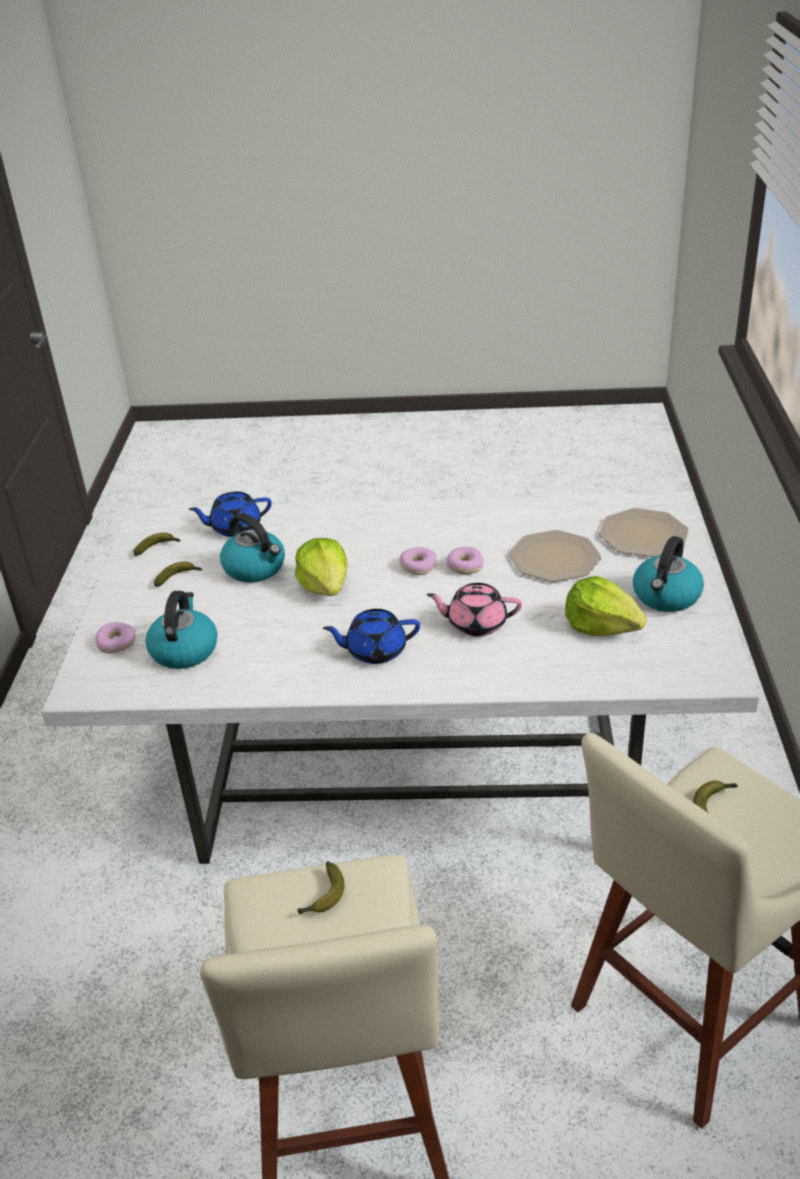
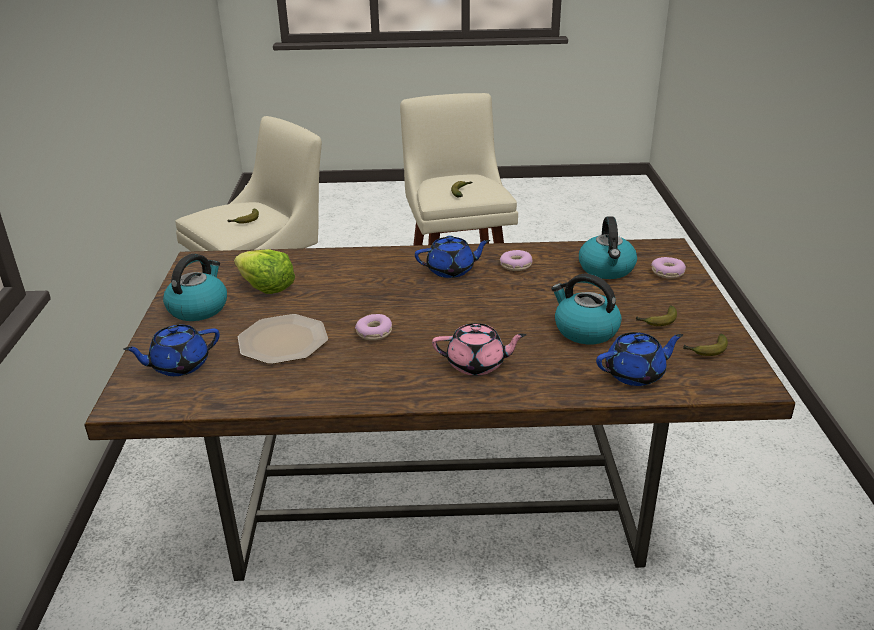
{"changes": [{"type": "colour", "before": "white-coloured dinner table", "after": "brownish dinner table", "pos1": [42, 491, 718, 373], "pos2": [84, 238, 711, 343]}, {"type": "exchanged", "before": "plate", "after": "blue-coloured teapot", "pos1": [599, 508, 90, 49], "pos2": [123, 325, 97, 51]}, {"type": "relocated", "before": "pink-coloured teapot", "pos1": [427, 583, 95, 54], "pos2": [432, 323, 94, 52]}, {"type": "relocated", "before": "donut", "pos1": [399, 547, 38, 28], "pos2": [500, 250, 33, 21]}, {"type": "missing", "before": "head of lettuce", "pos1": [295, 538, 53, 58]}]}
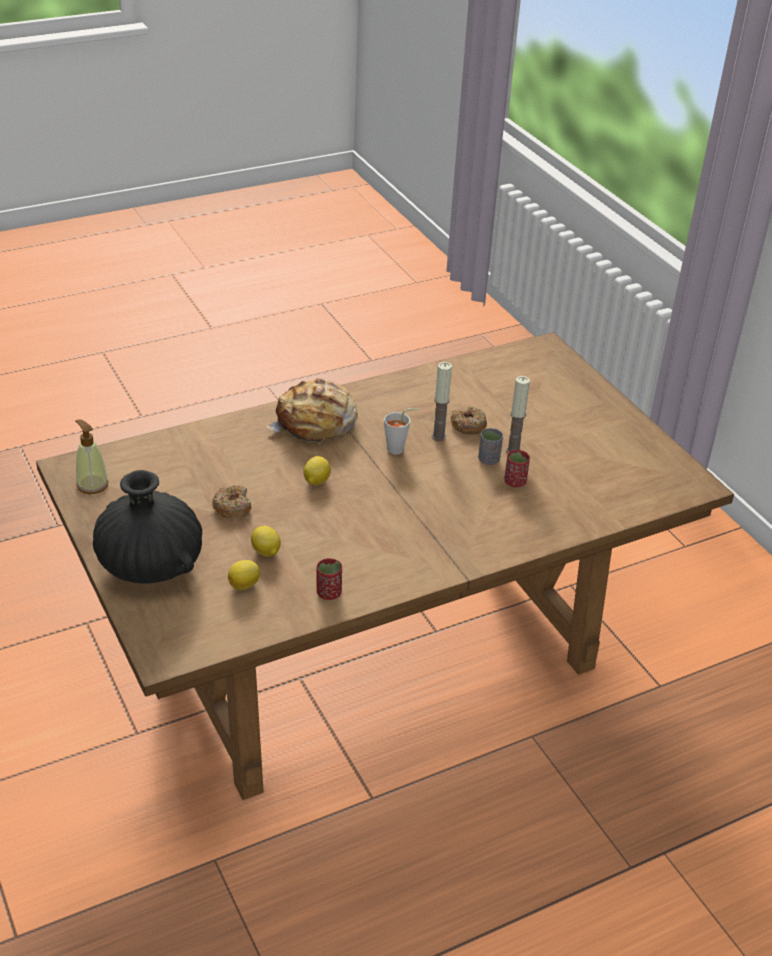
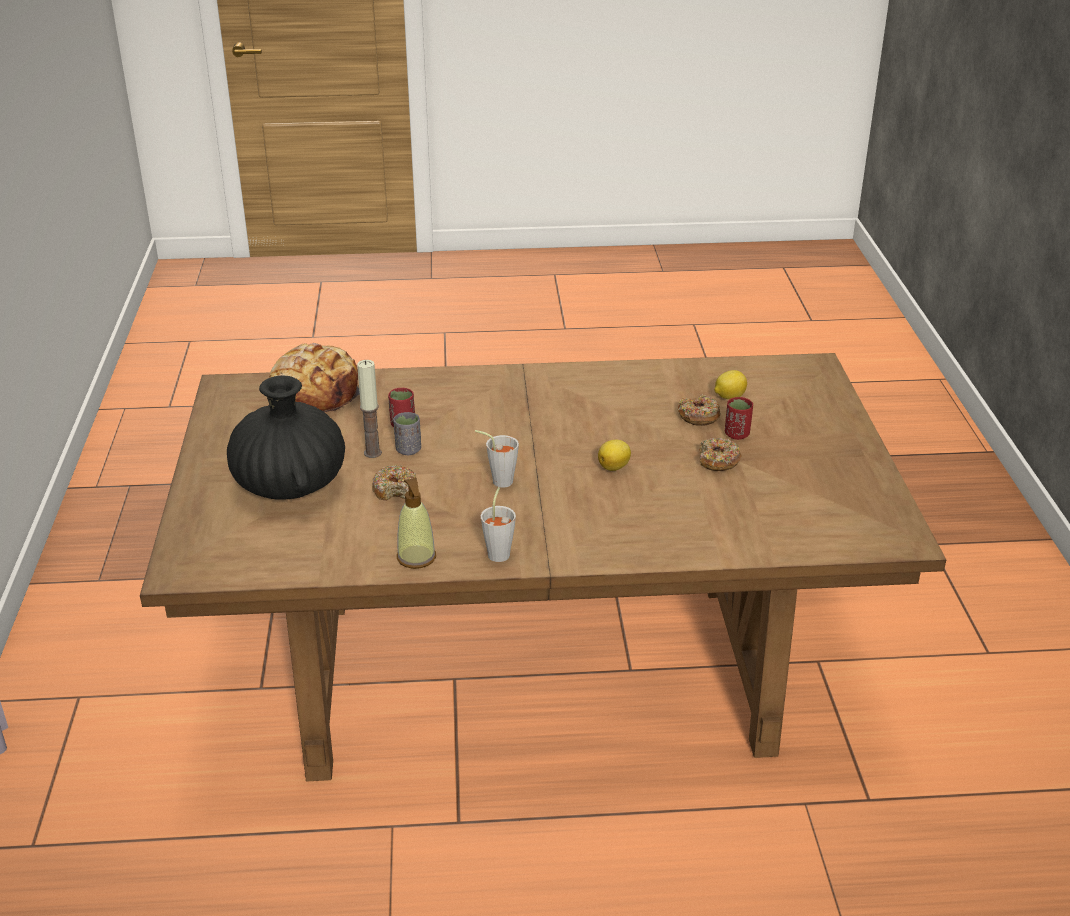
{"changes": [{"type": "relocated", "before": "black decorative vase", "pos1": [93, 470, 109, 114], "pos2": [227, 376, 118, 124]}, {"type": "relocated", "before": "bread", "pos1": [266, 378, 92, 66], "pos2": [269, 343, 91, 69]}, {"type": "relocated", "before": "liquid soap bottle", "pos1": [75, 419, 33, 75], "pos2": [397, 478, 39, 91]}, {"type": "appeared", "after": "greyish small cup", "pos2": [480, 487, 36, 75]}, {"type": "exchanged", "before": "citrus fruit", "after": "donut", "pos1": [251, 526, 30, 31], "pos2": [678, 395, 43, 31]}, {"type": "relocated", "before": "red small cup", "pos1": [316, 558, 26, 42], "pos2": [725, 397, 28, 43]}, {"type": "missing", "before": "wax candle", "pos1": [432, 362, 20, 79]}]}
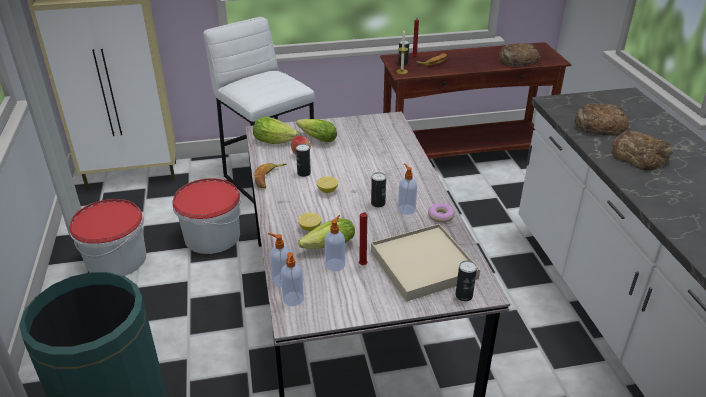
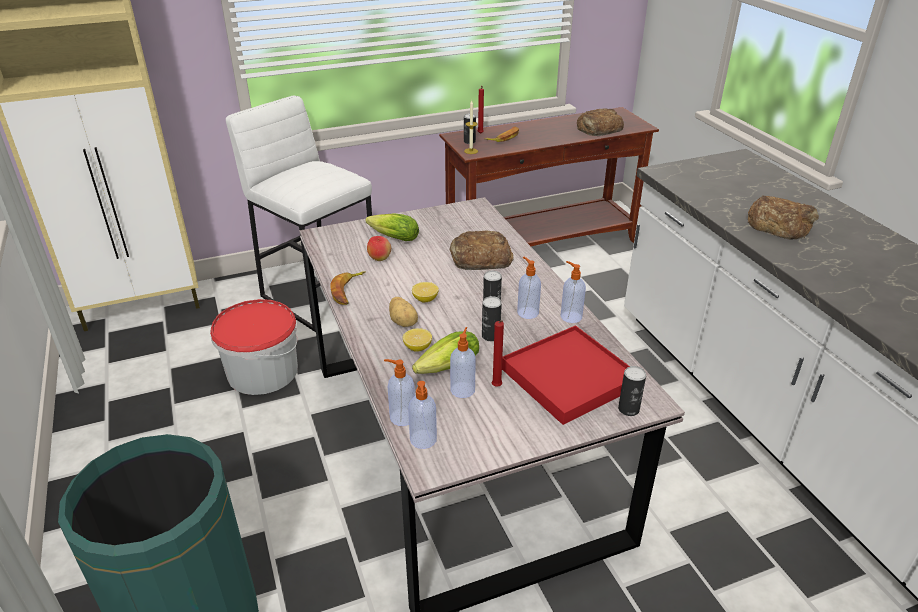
{"changes": [{"type": "appeared", "after": "whole potato", "pos2": [389, 297, 29, 30]}, {"type": "relocated", "before": "bread", "pos1": [574, 103, 57, 33], "pos2": [450, 230, 64, 40]}, {"type": "relocated", "before": "metal can", "pos1": [296, 144, 15, 33], "pos2": [482, 296, 20, 45]}, {"type": "colour", "before": "beige-coloured carrying tray", "after": "red carrying tray", "pos1": [371, 224, 109, 78], "pos2": [502, 325, 128, 100]}, {"type": "exchanged", "before": "donut", "after": "liquid soap bottle", "pos1": [428, 203, 27, 20], "pos2": [561, 261, 25, 62]}, {"type": "missing", "before": "pail", "pos1": [69, 199, 77, 77]}, {"type": "missing", "before": "head of lettuce", "pos1": [253, 117, 46, 27]}]}
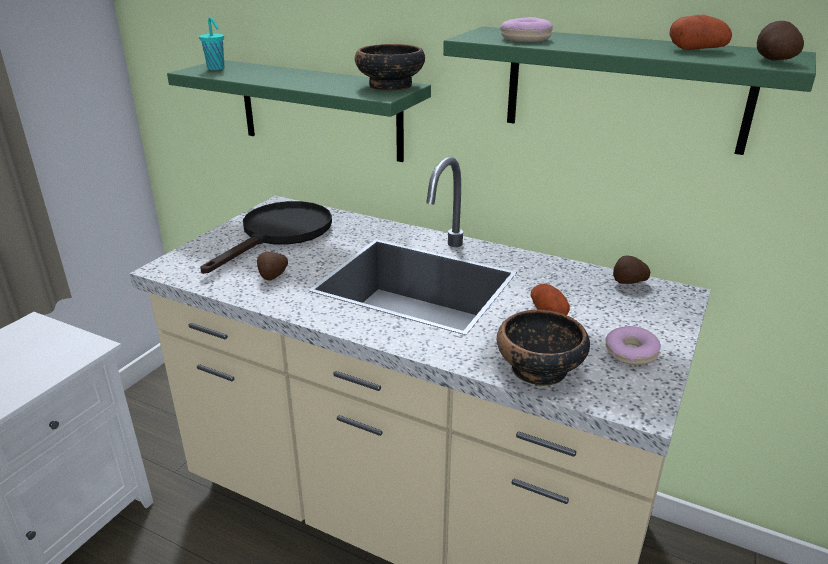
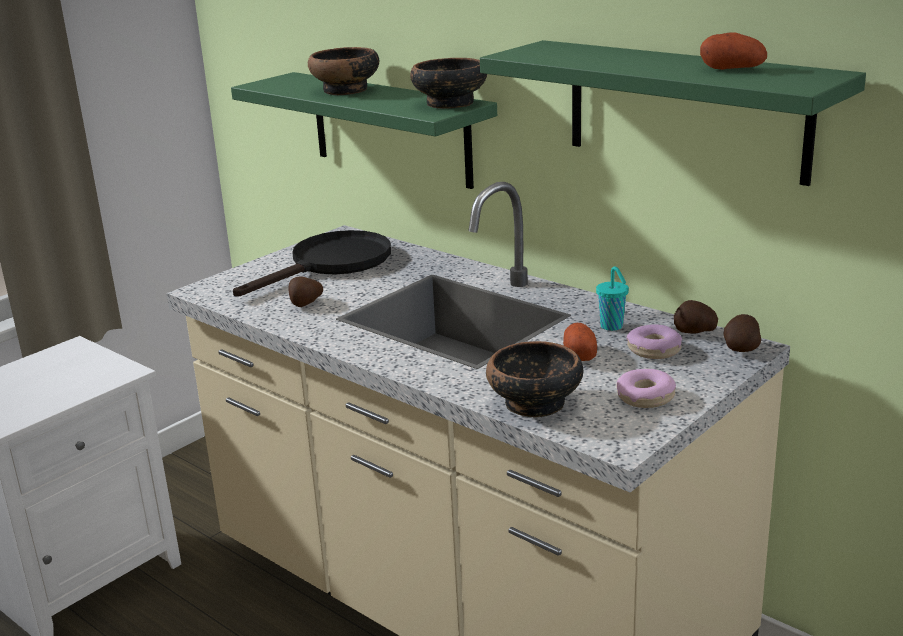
{"changes": [{"type": "appeared", "after": "bowl", "pos2": [308, 47, 71, 48]}, {"type": "relocated", "before": "turquoise small cup", "pos1": [199, 17, 25, 53], "pos2": [596, 266, 33, 65]}, {"type": "relocated", "before": "donut", "pos1": [500, 17, 53, 25], "pos2": [626, 324, 56, 35]}, {"type": "relocated", "before": "whole potato", "pos1": [757, 21, 47, 40], "pos2": [723, 314, 38, 38]}]}
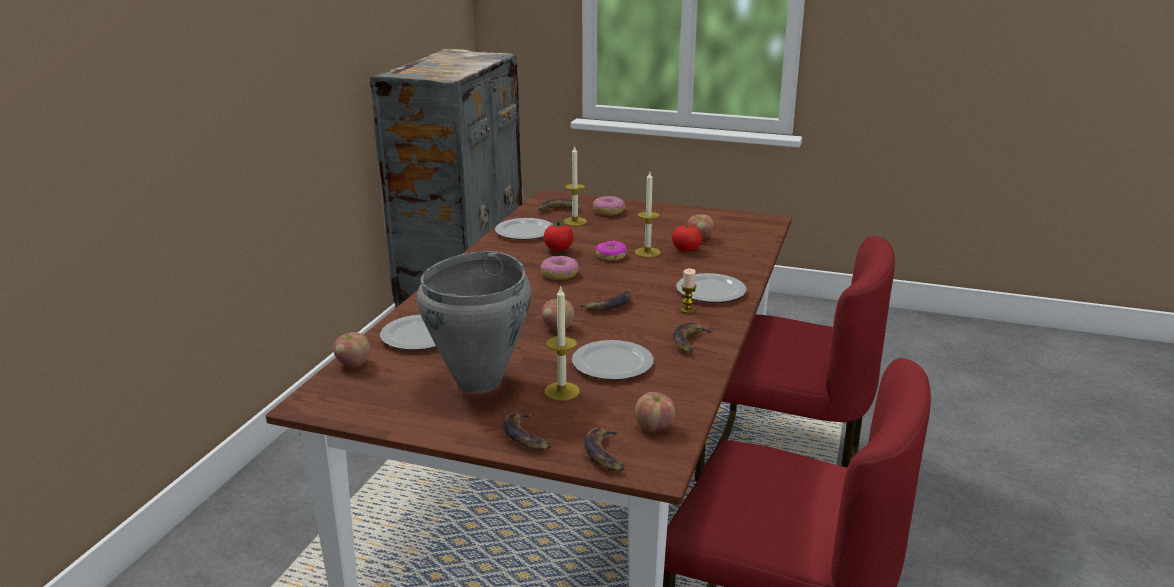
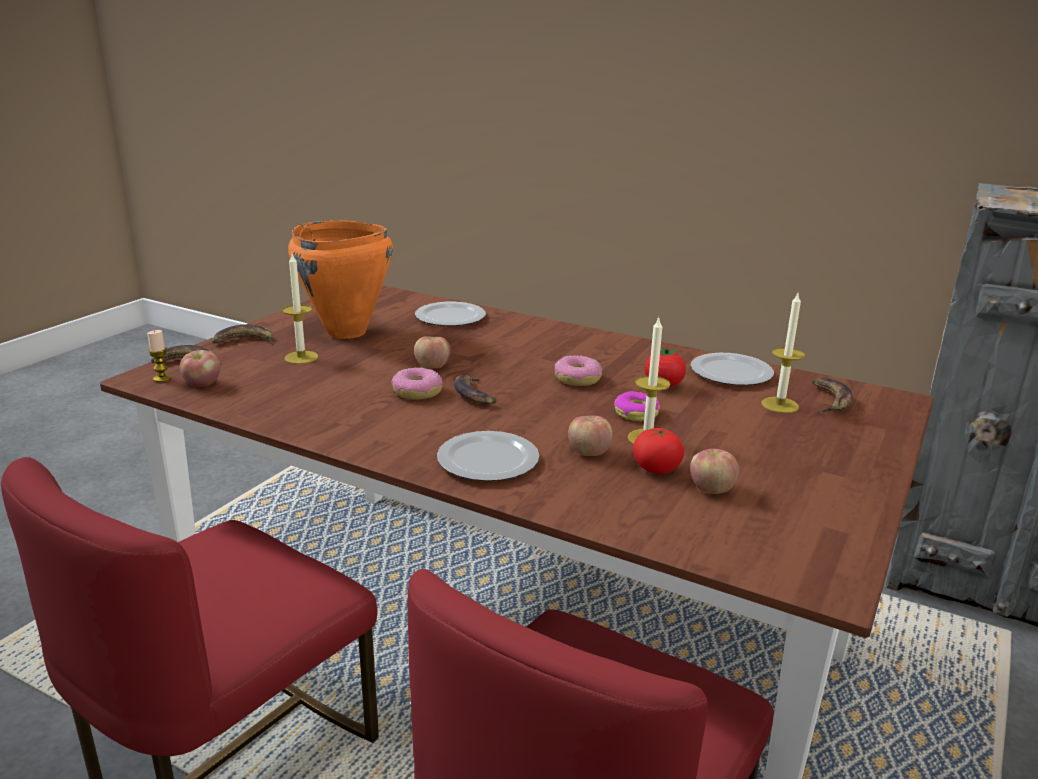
{"changes": [{"type": "relocated", "before": "wax candle", "pos1": [681, 268, 15, 46], "pos2": [147, 330, 24, 52]}, {"type": "colour", "before": "greyish saucepot", "after": "orangey saucepot", "pos1": [416, 251, 115, 142], "pos2": [288, 220, 105, 119]}, {"type": "relocated", "before": "donut", "pos1": [593, 196, 32, 19], "pos2": [391, 367, 51, 33]}, {"type": "relocated", "before": "whole apple", "pos1": [333, 332, 37, 35], "pos2": [568, 415, 45, 41]}, {"type": "missing", "before": "plate", "pos1": [572, 340, 82, 40]}, {"type": "missing", "before": "whole banana", "pos1": [673, 322, 42, 31]}]}
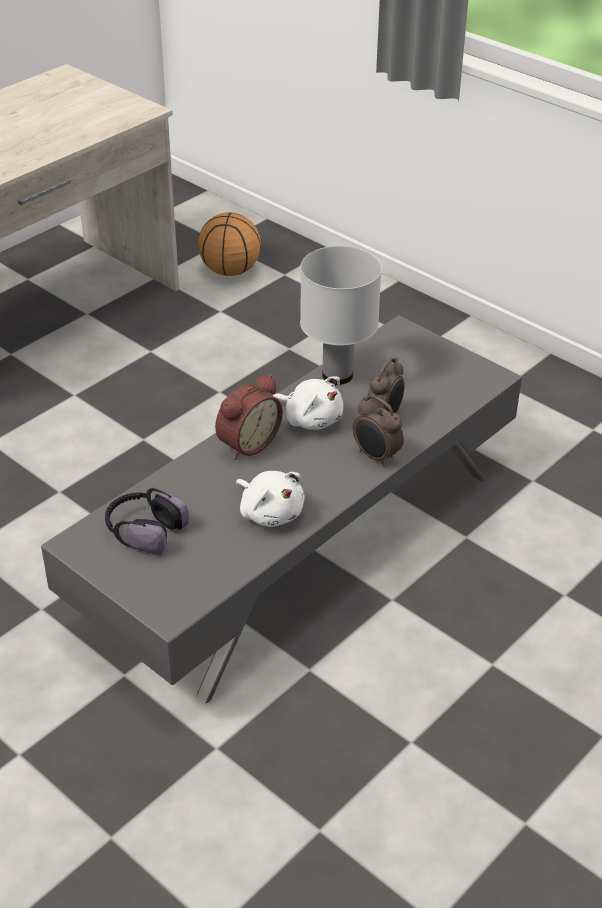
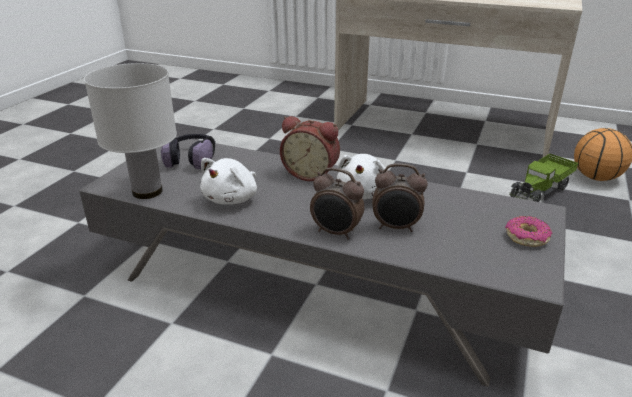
{"changes": [{"type": "relocated", "before": "white-coloured table lamp", "pos1": [300, 246, 82, 139], "pos2": [84, 63, 93, 136]}, {"type": "spun", "before": "table clock", "pos1": [353, 395, 51, 72], "pos2": [310, 167, 54, 73], "turn": -90}, {"type": "appeared", "after": "donut", "pos2": [505, 216, 47, 31]}, {"type": "appeared", "after": "toy lorry", "pos2": [509, 154, 69, 48]}]}
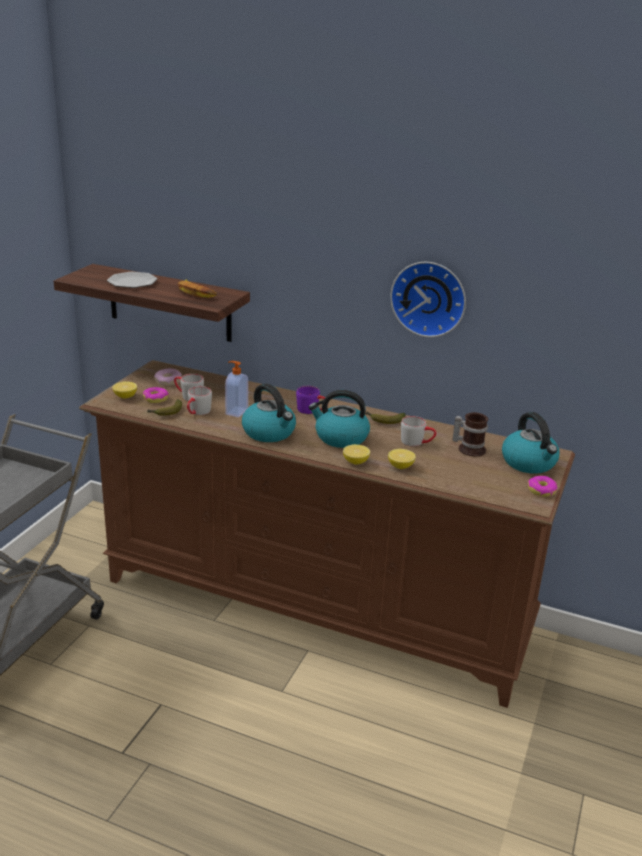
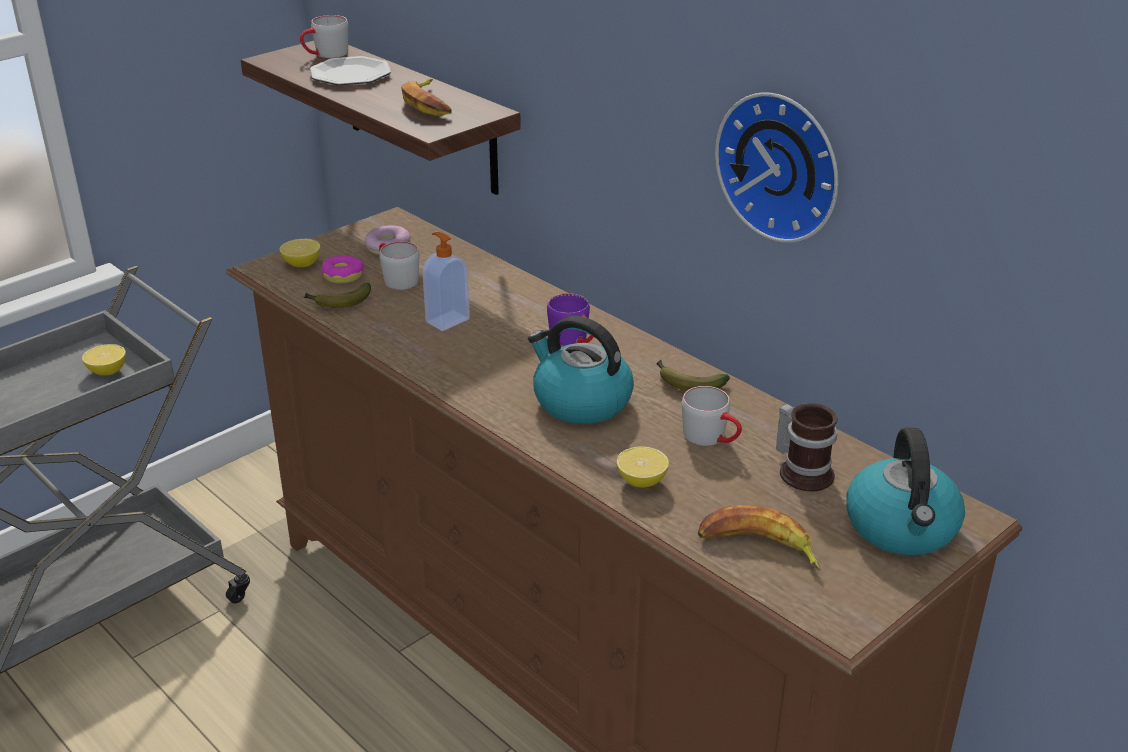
{"changes": [{"type": "relocated", "before": "citrus fruit", "pos1": [343, 444, 27, 21], "pos2": [82, 344, 44, 31]}, {"type": "relocated", "before": "greyish tea mug", "pos1": [187, 386, 25, 29], "pos2": [300, 15, 48, 43]}, {"type": "appeared", "after": "whole banana", "pos2": [698, 505, 123, 66]}, {"type": "missing", "before": "kettle", "pos1": [242, 383, 54, 59]}, {"type": "missing", "before": "donut", "pos1": [528, 476, 30, 21]}]}
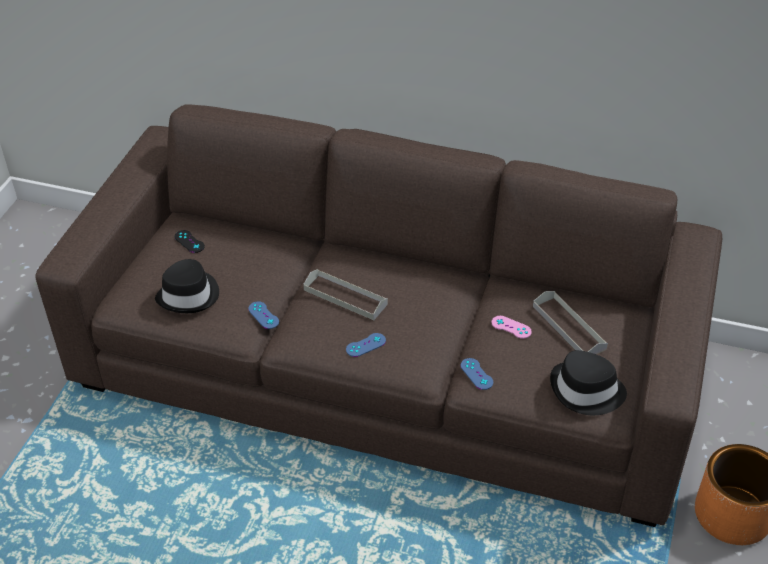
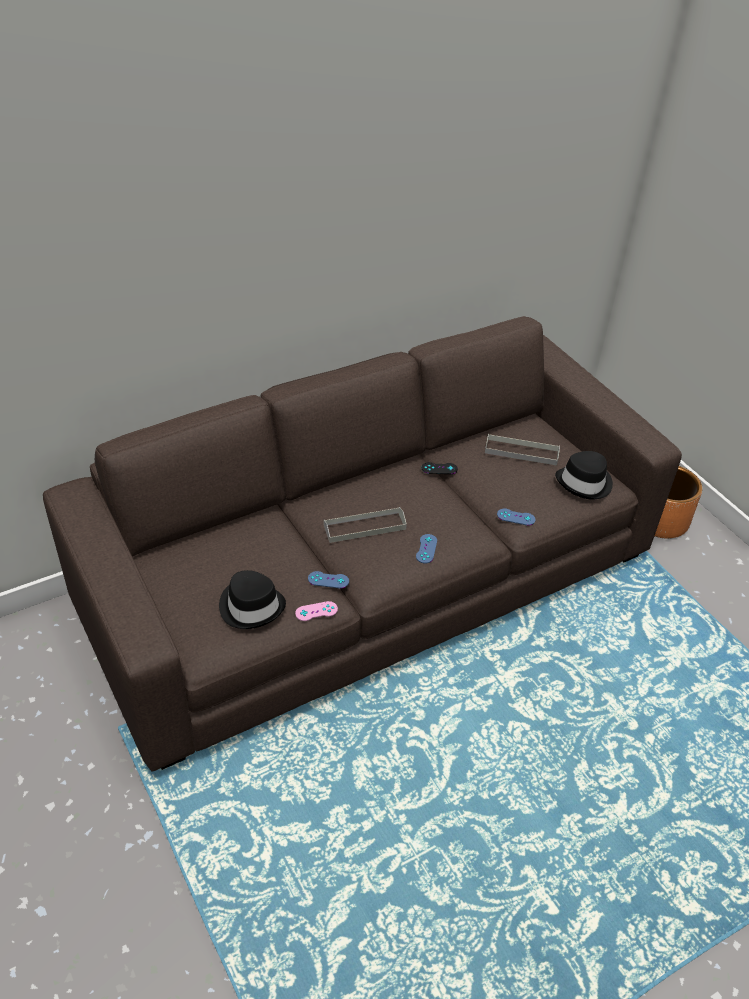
{"changes": [{"type": "relocated", "before": "pink-coloured gamepad", "pos1": [491, 316, 41, 23], "pos2": [295, 601, 43, 20]}, {"type": "relocated", "before": "black gamepad", "pos1": [175, 230, 30, 23], "pos2": [421, 462, 37, 12]}]}
